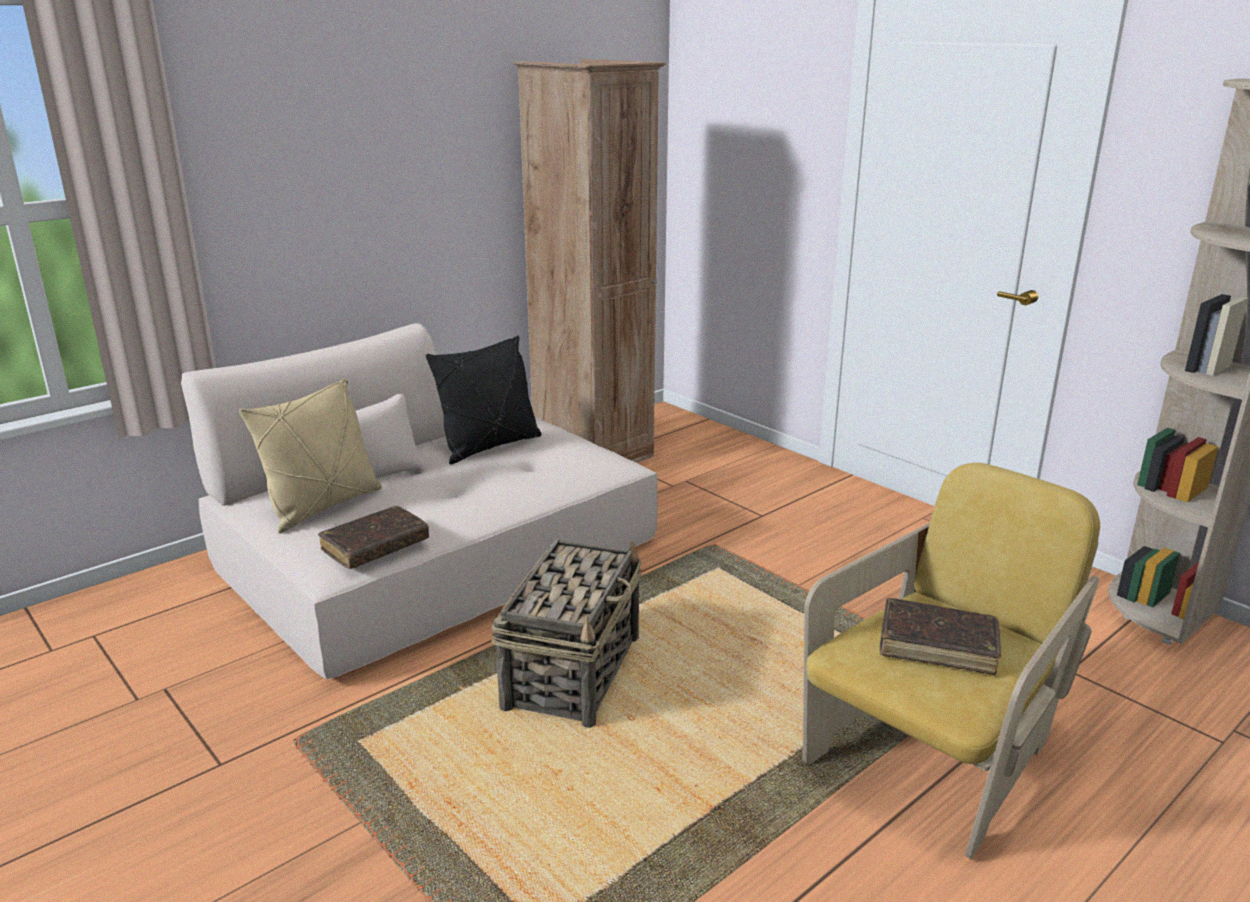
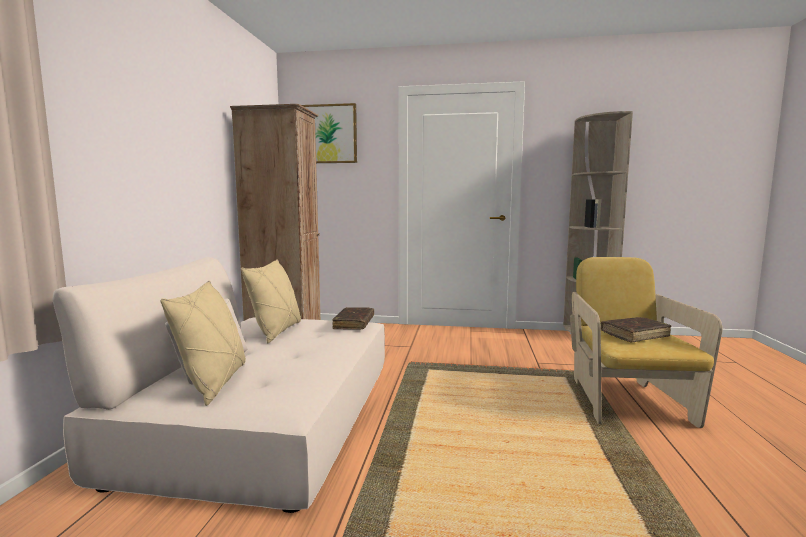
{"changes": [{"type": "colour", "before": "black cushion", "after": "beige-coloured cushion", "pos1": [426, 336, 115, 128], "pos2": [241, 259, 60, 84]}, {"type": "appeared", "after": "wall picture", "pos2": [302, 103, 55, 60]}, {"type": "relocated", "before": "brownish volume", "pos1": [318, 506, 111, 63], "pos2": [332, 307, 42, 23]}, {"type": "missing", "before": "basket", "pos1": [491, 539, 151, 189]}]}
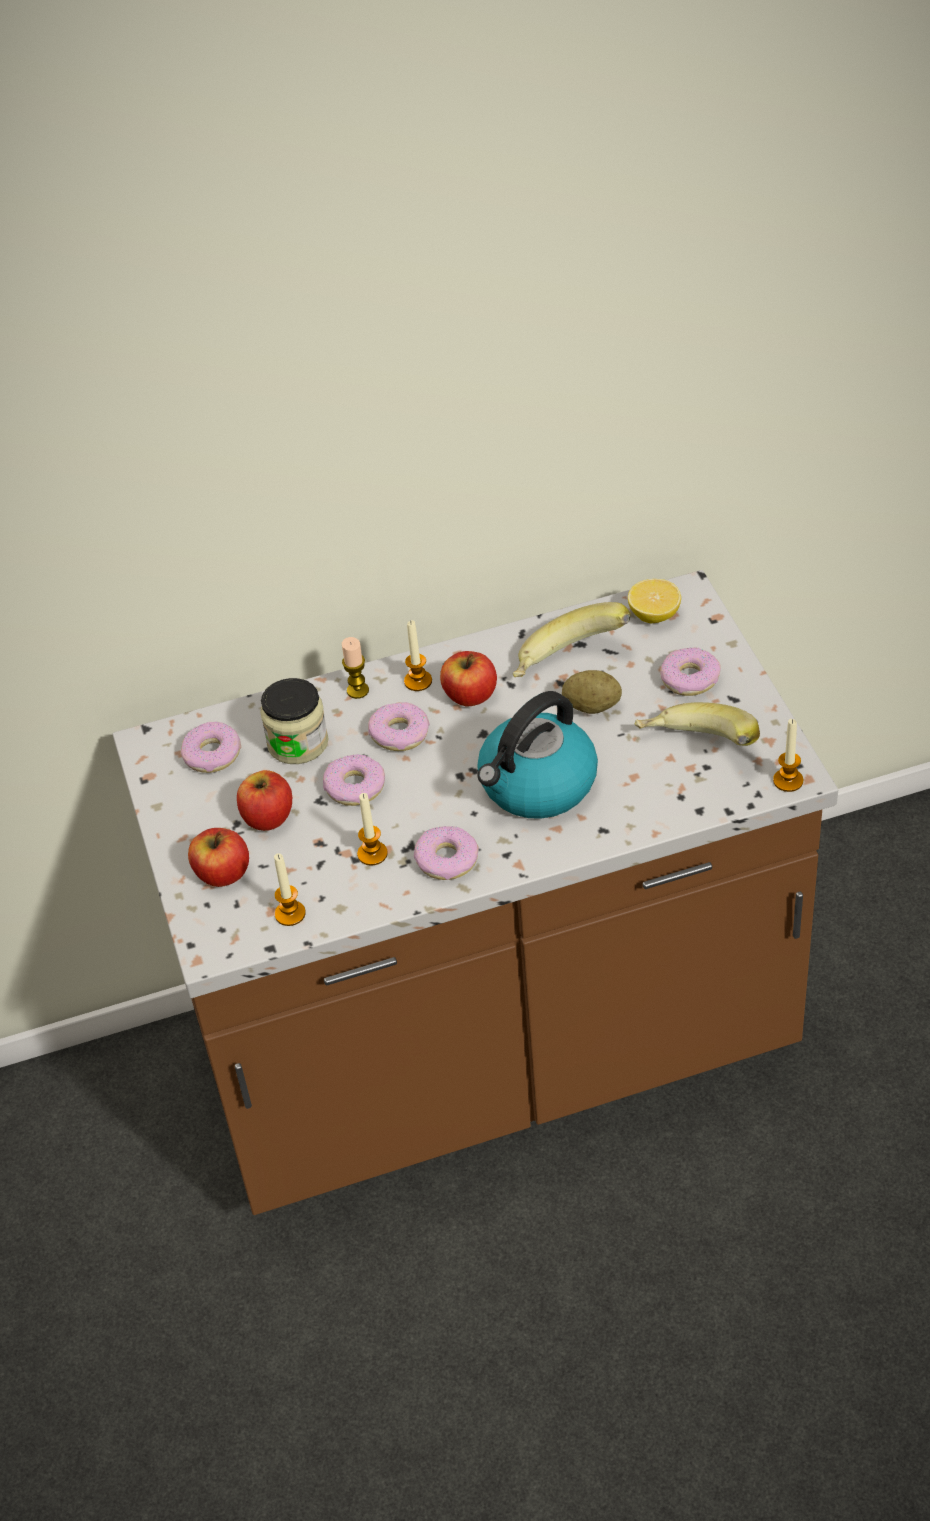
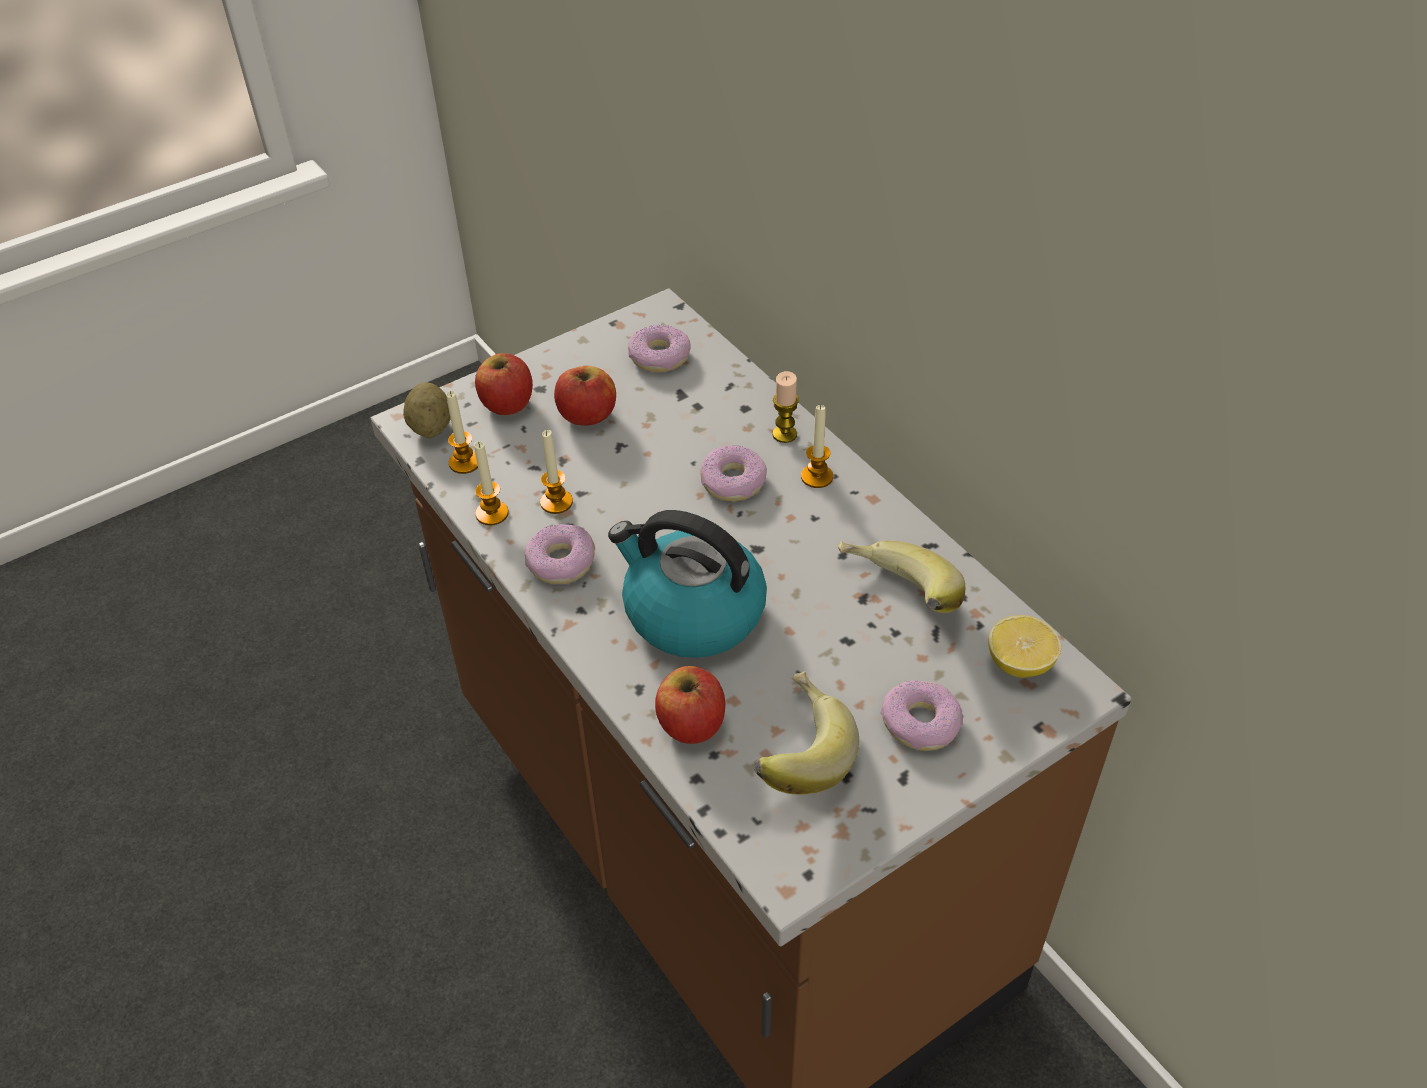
{"changes": [{"type": "relocated", "before": "whole potato", "pos1": [562, 670, 60, 44], "pos2": [403, 382, 48, 56]}, {"type": "relocated", "before": "wax candle", "pos1": [773, 719, 30, 73], "pos2": [474, 441, 35, 85]}, {"type": "relocated", "before": "whole apple", "pos1": [440, 651, 57, 55], "pos2": [655, 666, 70, 78]}, {"type": "missing", "before": "preserve jar", "pos1": [260, 678, 69, 86]}, {"type": "missing", "before": "donut", "pos1": [323, 754, 62, 52]}]}
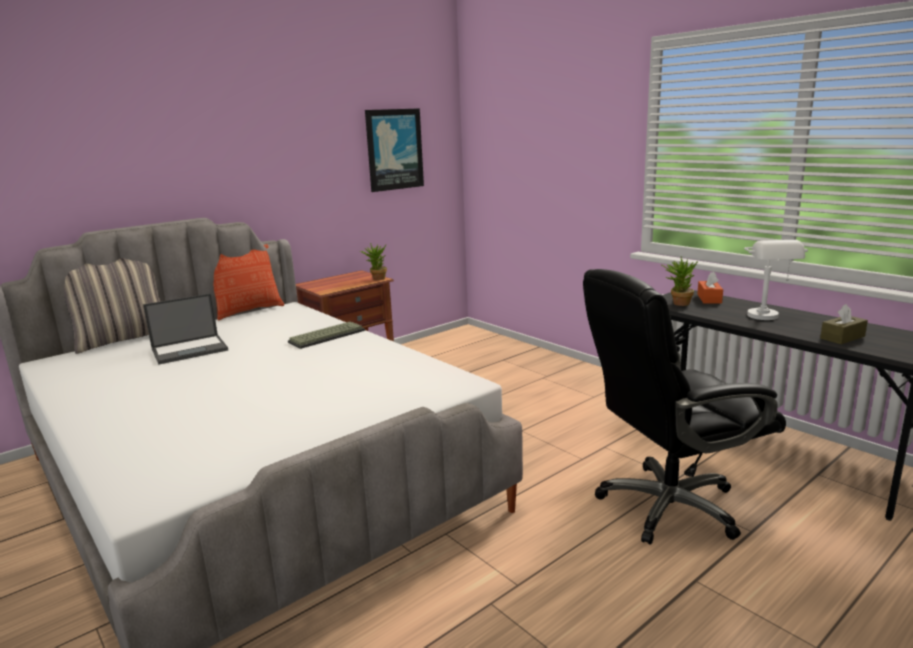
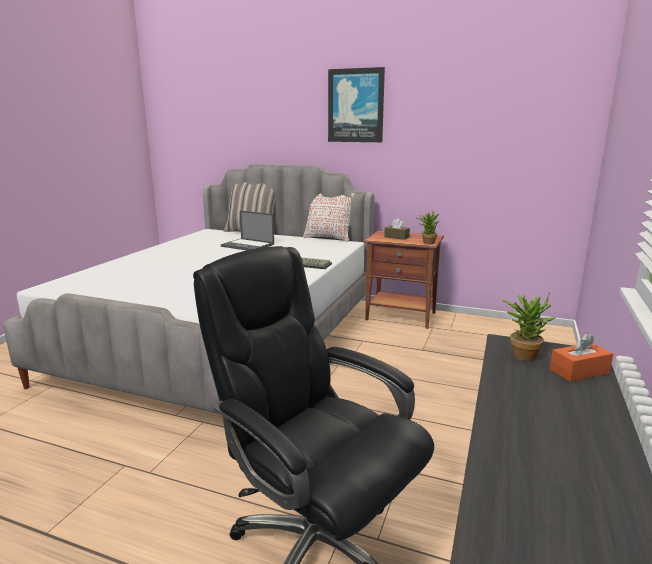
{"changes": [{"type": "colour", "before": "orangey cushion", "after": "white-coloured cushion", "pos1": [213, 244, 71, 76], "pos2": [303, 193, 52, 49]}, {"type": "relocated", "before": "wall picture", "pos1": [365, 108, 59, 84], "pos2": [328, 67, 57, 75]}, {"type": "relocated", "before": "brownish box of tissues", "pos1": [820, 304, 48, 40], "pos2": [384, 218, 26, 22]}, {"type": "missing", "before": "white-coloured table lamp", "pos1": [744, 240, 64, 80]}]}
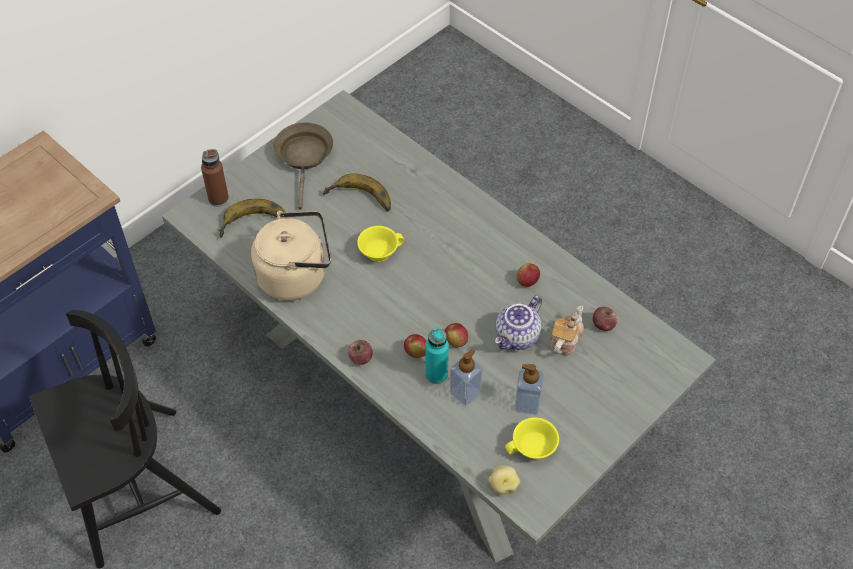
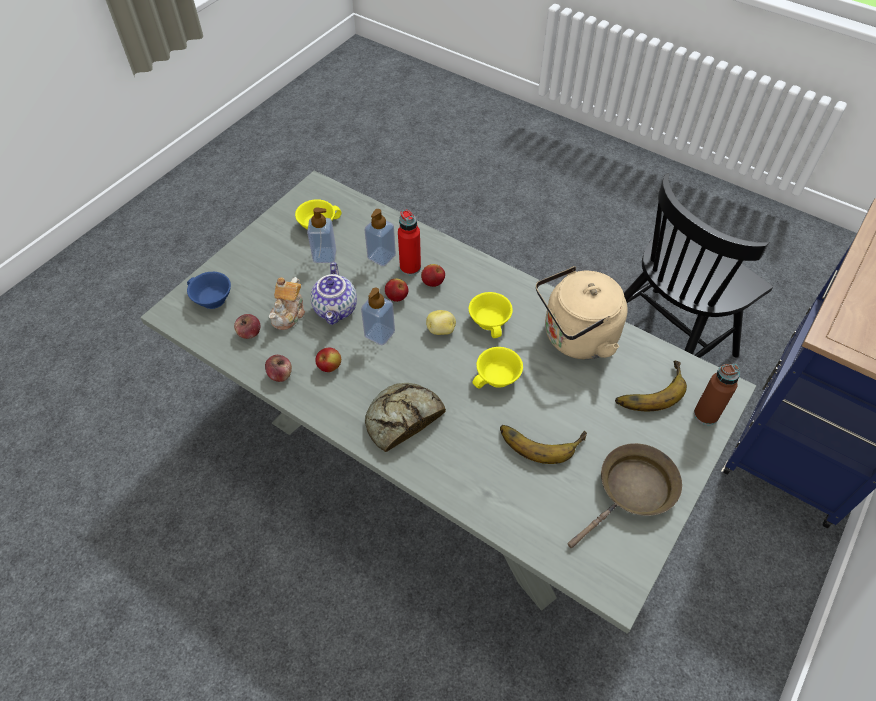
{"changes": [{"type": "appeared", "after": "blue-coloured small cup", "pos2": [187, 272, 44, 37]}, {"type": "relocated", "before": "whole apple", "pos1": [348, 340, 25, 25], "pos2": [265, 355, 27, 27]}, {"type": "spun", "before": "teapot", "pos1": [495, 295, 47, 55], "pos2": [310, 262, 47, 63], "turn": 150}, {"type": "appeared", "after": "liquid soap bottle", "pos2": [361, 288, 34, 57]}, {"type": "appeared", "after": "bread", "pos2": [365, 383, 81, 69]}, {"type": "colour", "before": "turquoise beverage bottle", "after": "red beverage bottle", "pos1": [425, 327, 24, 57], "pos2": [398, 210, 23, 65]}, {"type": "relocated", "before": "whole potato", "pos1": [489, 465, 31, 30], "pos2": [426, 310, 30, 25]}, {"type": "appeared", "after": "yellow-coloured small cup", "pos2": [469, 292, 44, 46]}, {"type": "spun", "before": "brownish frying pan", "pos1": [273, 122, 60, 87], "pos2": [568, 443, 114, 105], "turn": -120}]}
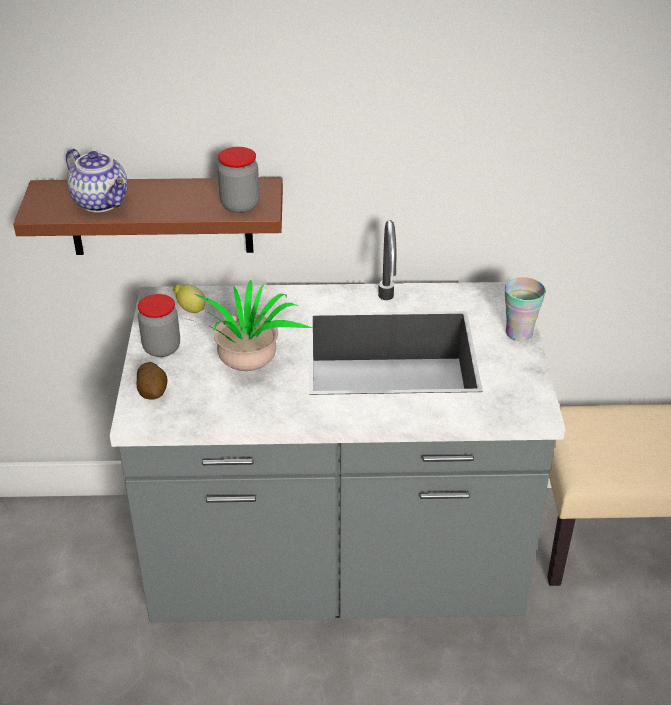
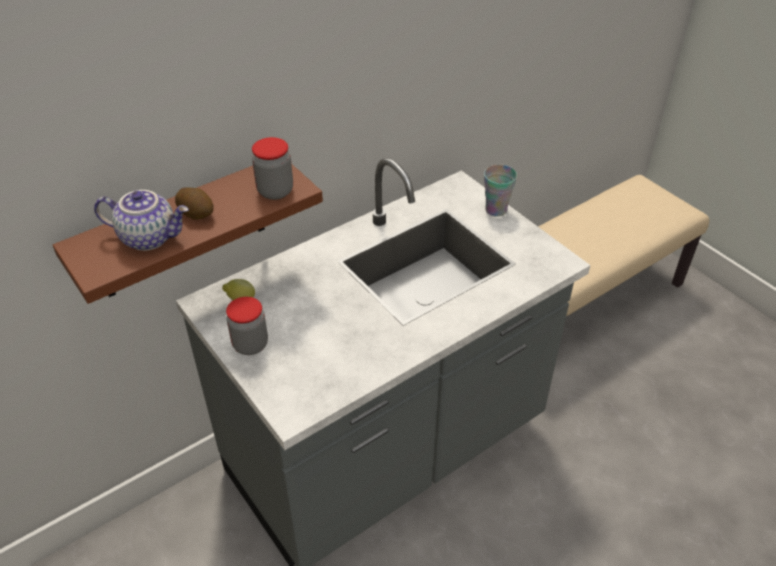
{"changes": [{"type": "relocated", "before": "whole potato", "pos1": [136, 362, 32, 38], "pos2": [175, 187, 39, 33]}, {"type": "missing", "before": "plant in a pot", "pos1": [183, 280, 129, 91]}]}
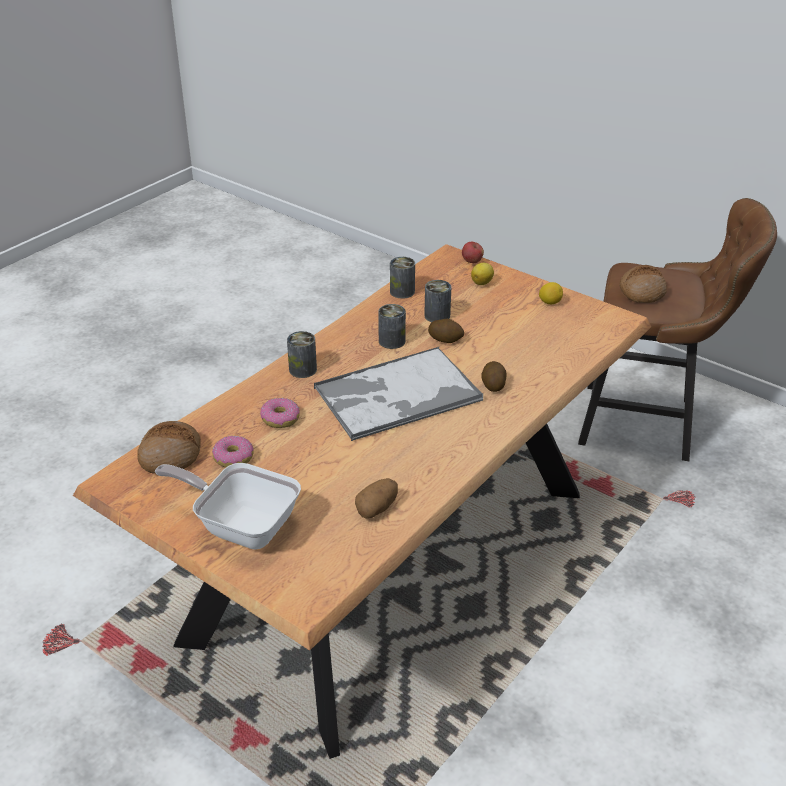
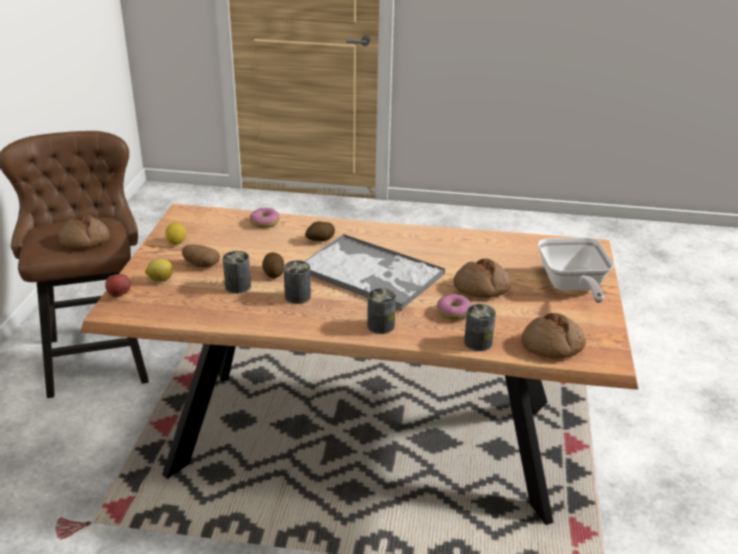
{"changes": [{"type": "relocated", "before": "whole potato", "pos1": [355, 478, 43, 41], "pos2": [182, 244, 38, 23]}, {"type": "relocated", "before": "donut", "pos1": [212, 436, 42, 32], "pos2": [250, 208, 29, 20]}, {"type": "appeared", "after": "bread", "pos2": [454, 258, 57, 40]}, {"type": "relocated", "before": "metal can", "pos1": [390, 257, 25, 42], "pos2": [464, 304, 32, 47]}]}
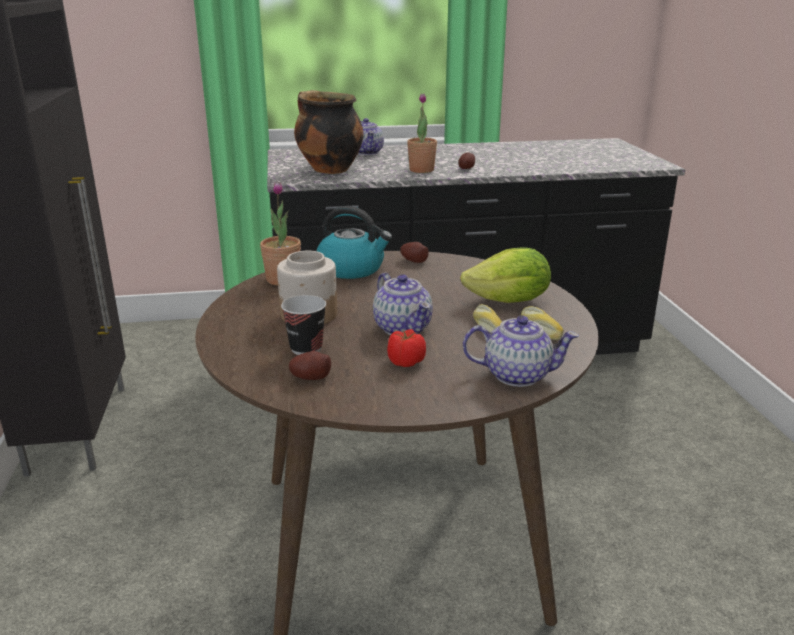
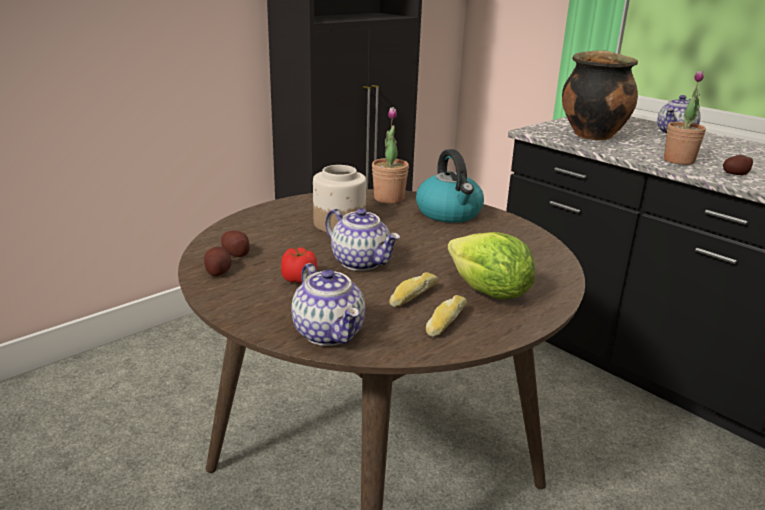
{"changes": [{"type": "relocated", "before": "whole potato", "pos1": [400, 242, 29, 21], "pos2": [204, 247, 28, 29]}, {"type": "spun", "before": "teapot", "pos1": [373, 273, 60, 62], "pos2": [325, 208, 75, 63], "turn": -75}, {"type": "missing", "before": "small cup", "pos1": [281, 295, 45, 60]}]}
